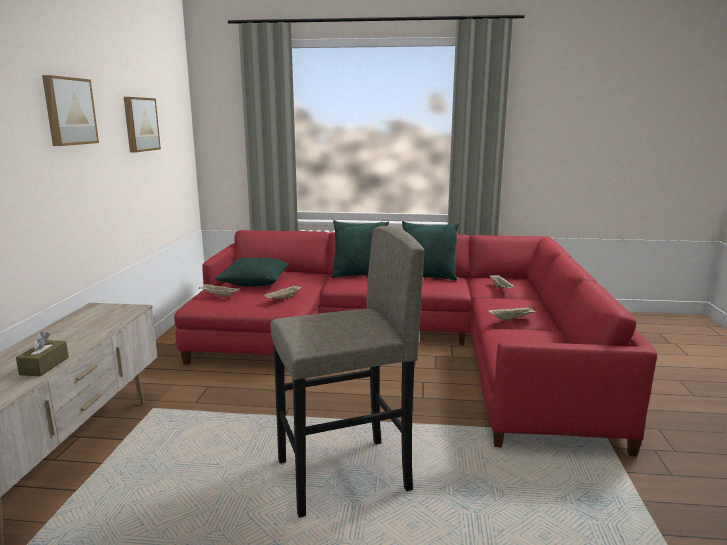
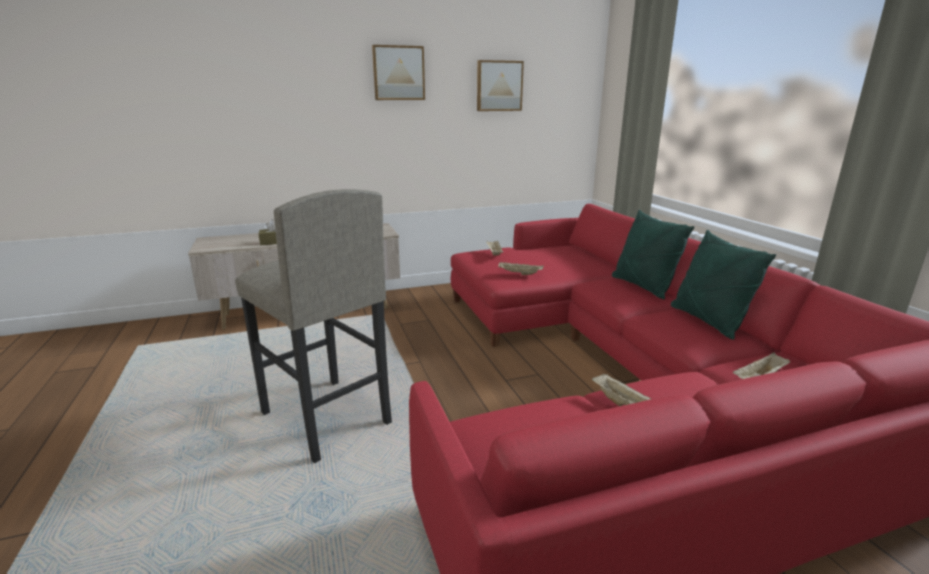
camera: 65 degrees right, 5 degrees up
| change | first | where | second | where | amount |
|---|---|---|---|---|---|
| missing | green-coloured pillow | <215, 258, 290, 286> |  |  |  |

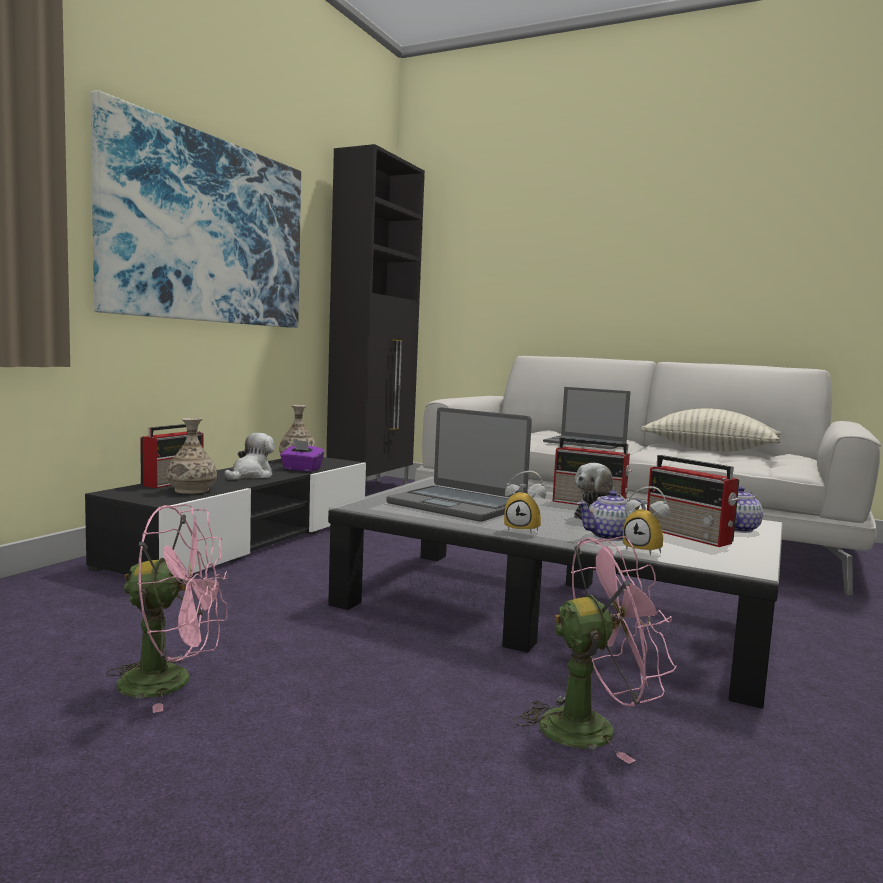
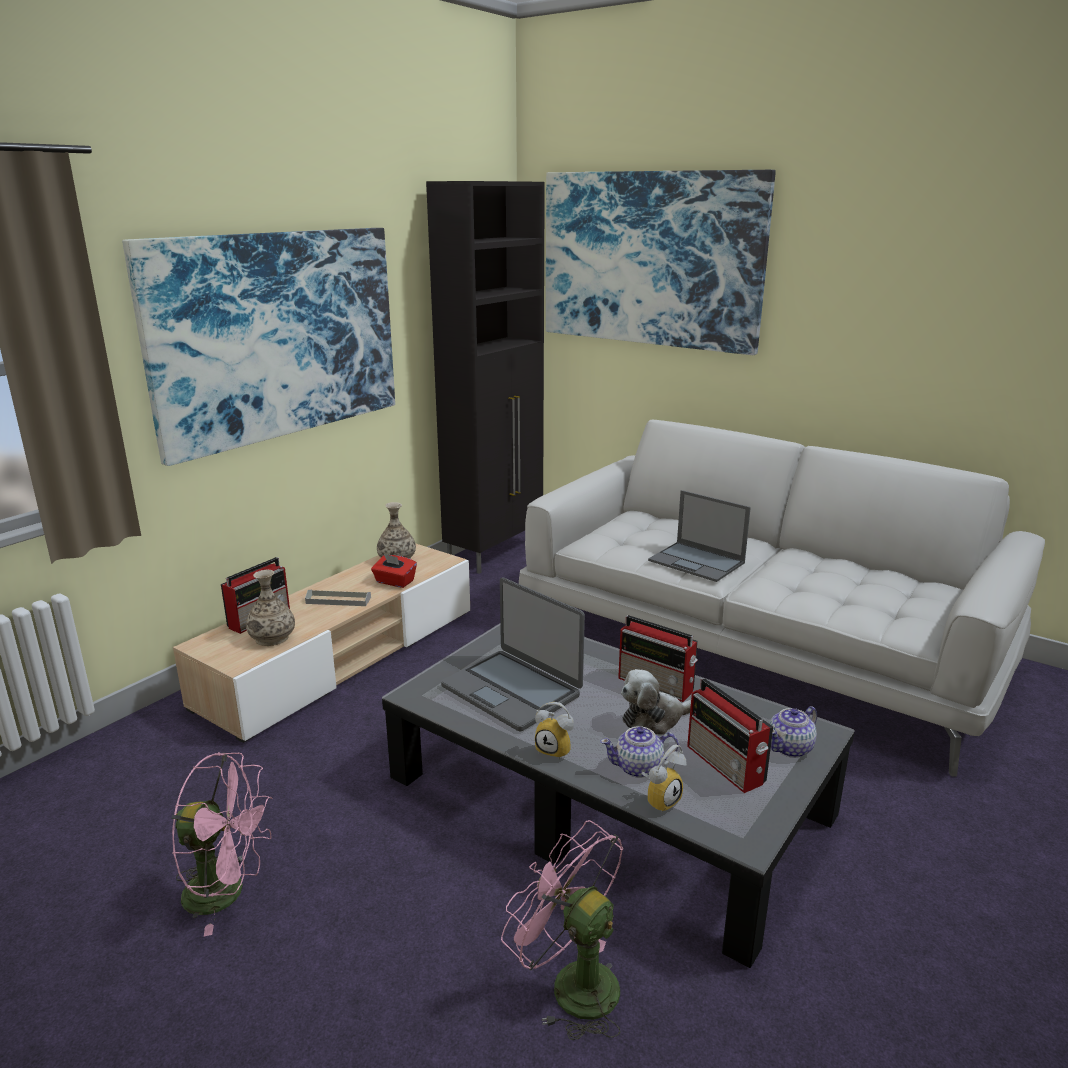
camera: 10 degrees right, 15 degrees up
| change | first | where | second | where | amount |
|---|---|---|---|---|---|
| colour | black tv unit | <85, 457, 366, 575> | sand-coloured tv unit | <173, 543, 470, 743> |  |
| exchanged | soft toy | <224, 433, 275, 480> | gray serving tray | <305, 590, 371, 606> |  |
| colour | purple tissue holder | <280, 440, 324, 472> | red-coloured tissue holder | <371, 554, 417, 588> |  |
| spun | pink cooling fan | <514, 536, 676, 764> |  | <501, 820, 623, 1040> | 135 degrees counterclockwise |
| appeared |  |  | wall art | <546, 170, 776, 355> |  |
| spun | alarm clock | <623, 486, 670, 555> |  | <641, 744, 687, 814> | 90 degrees counterclockwise |
| missing | pillow | <641, 408, 781, 452> |  |  |  |

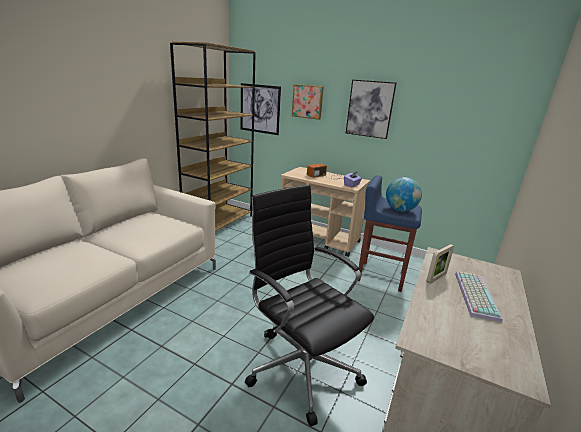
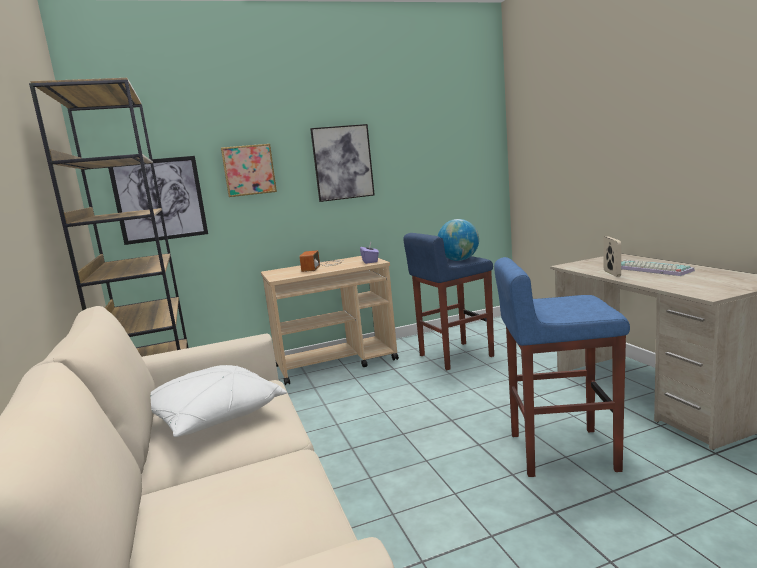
camera: 45 degrees left, 10 degrees down
| change | first | where | second | where | amount |
|---|---|---|---|---|---|
| appeared |  |  | whitish pillow | <150, 365, 287, 437> |  |
| exchanged | black desk chair | <245, 185, 374, 427> | bluish stool seat | <494, 257, 630, 477> |  |

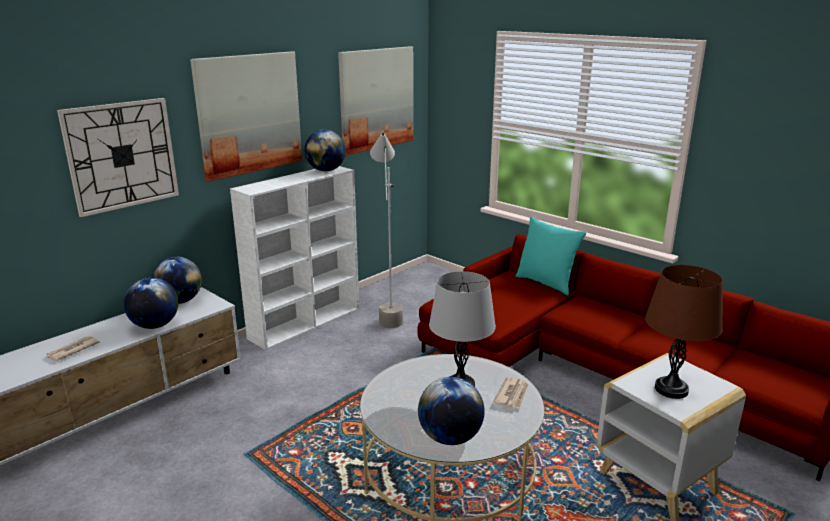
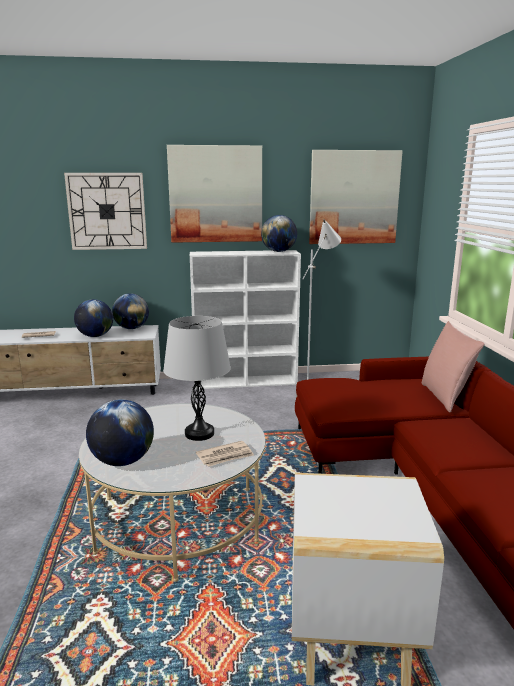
camera: 40 degrees right, 5 degrees down
| change | first | where | second | where | amount |
|---|---|---|---|---|---|
| colour | turquoise pillow | <516, 217, 586, 296> | pink pillow | <421, 321, 485, 413> |  |
| missing | brownish table lamp | <645, 265, 723, 399> |  |  |  |

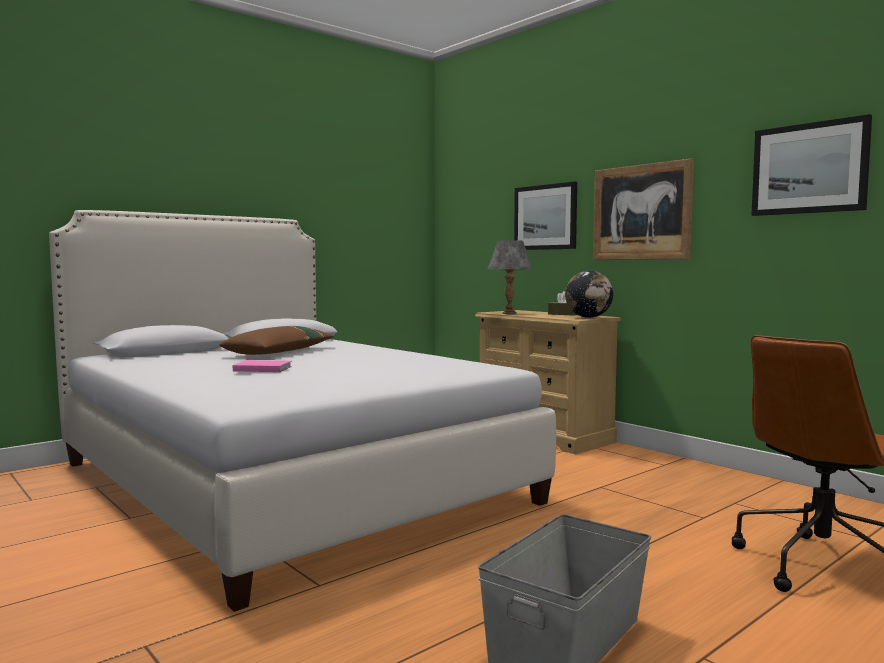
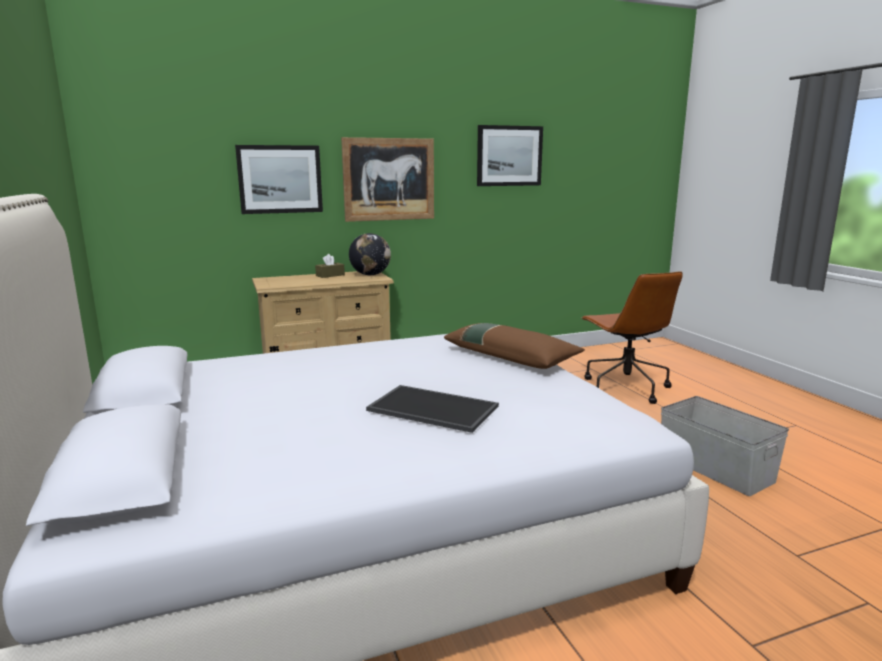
camera: 70 degrees left, 10 degrees up
| change | first | where | second | where | amount |
|---|---|---|---|---|---|
| exchanged | pink bound book | <233, 360, 292, 372> | serving tray | <366, 385, 499, 433> |  |
| relocated | brownish pillow | <219, 326, 333, 355> |  | <444, 323, 585, 369> |  |
| missing | gray table lamp | <488, 240, 532, 314> |  |  |  |

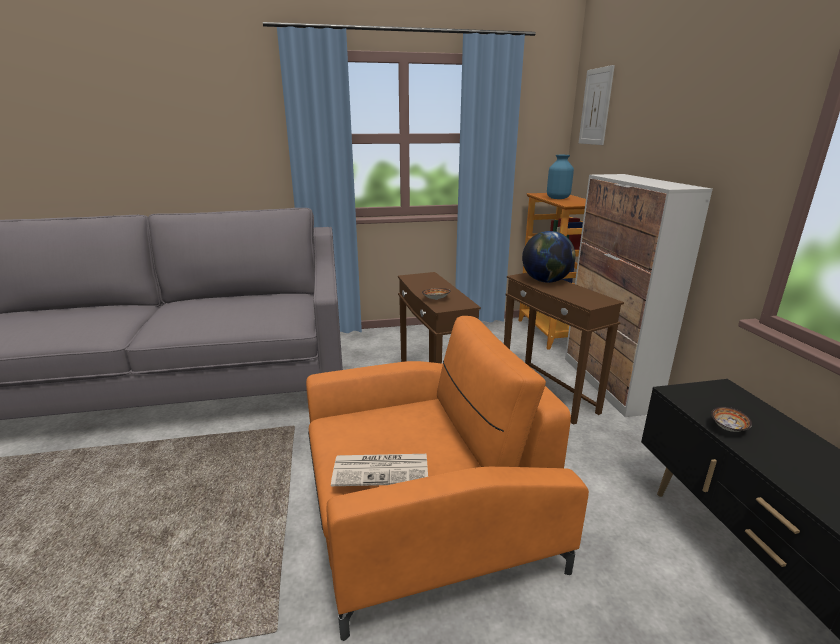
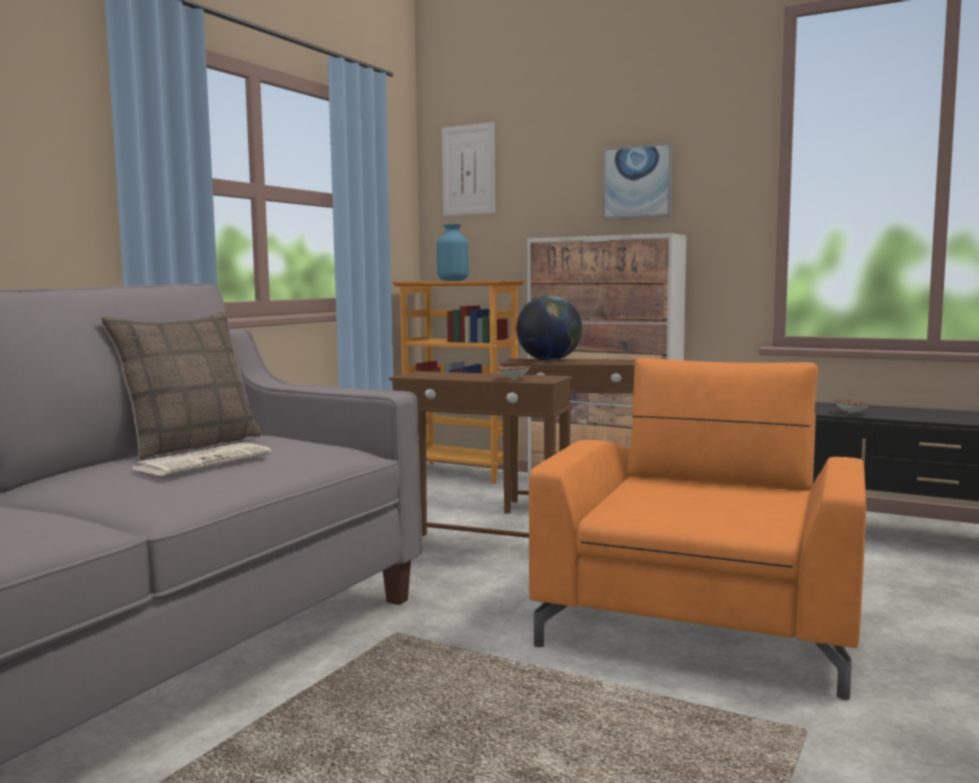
camera: 50 degrees left, 15 degrees down
| change | first | where | second | where | amount |
|---|---|---|---|---|---|
| appeared |  |  | pillow | <100, 311, 262, 461> |  |
| relocated | newspaper | <331, 454, 428, 486> |  | <131, 443, 272, 476> |  |
| appeared |  |  | wall art | <603, 143, 673, 220> |  |

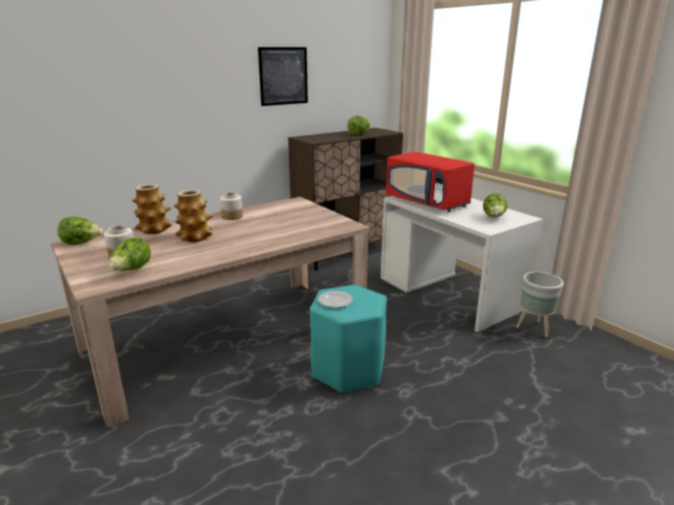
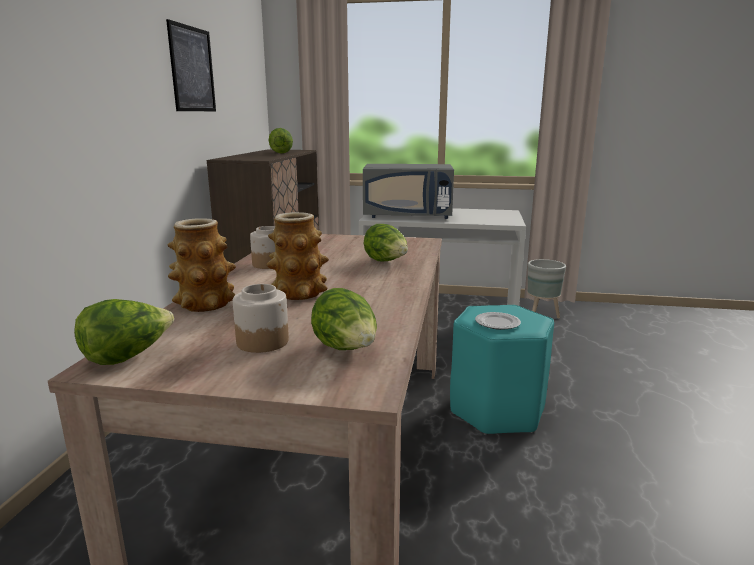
camera: 45 degrees left, 5 degrees down
| change | first | where | second | where | amount |
|---|---|---|---|---|---|
| colour | red-coloured microwave oven | <386, 152, 475, 212> | gray microwave oven | <363, 164, 454, 219> |  |
| relocated | lettuce | <483, 193, 508, 217> |  | <363, 224, 408, 261> |  |

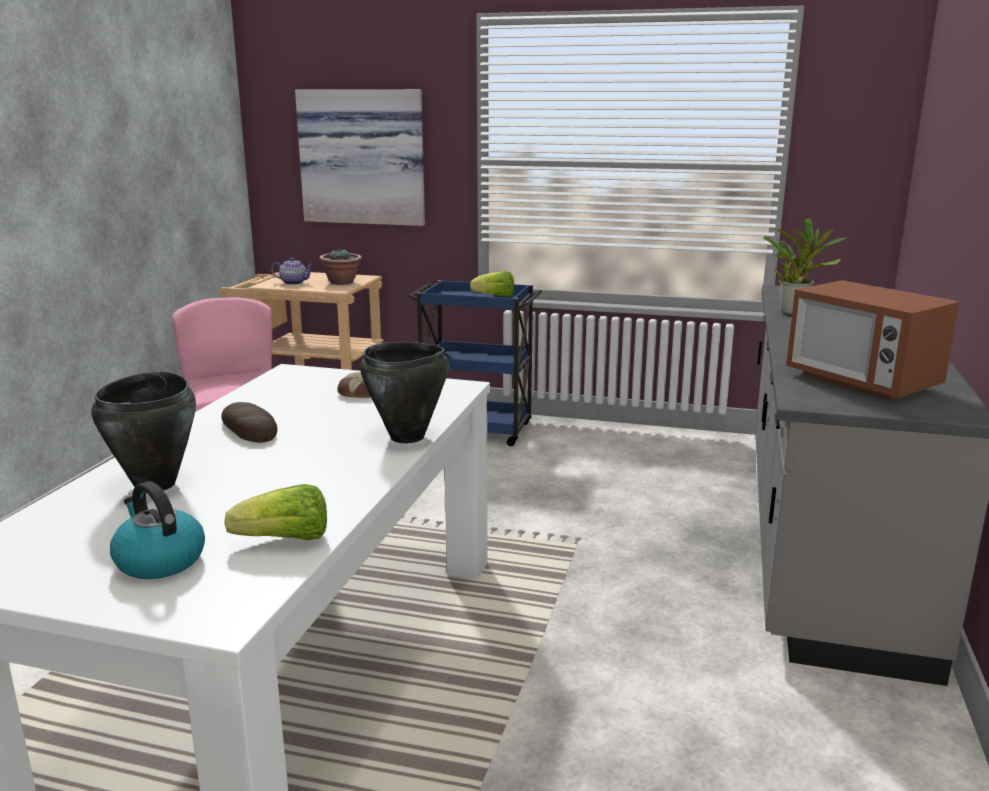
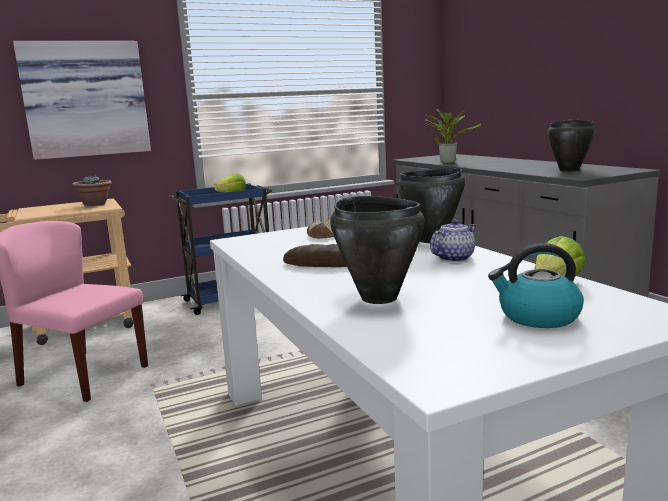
camera: 40 degrees left, 5 degrees down
| change | first | where | second | where | amount |
|---|---|---|---|---|---|
| relocated | tea pot | <271, 257, 314, 285> |  | <430, 219, 476, 262> |  |
| exchanged | microwave oven | <786, 280, 959, 400> | black saucepot | <547, 120, 596, 172> |  |

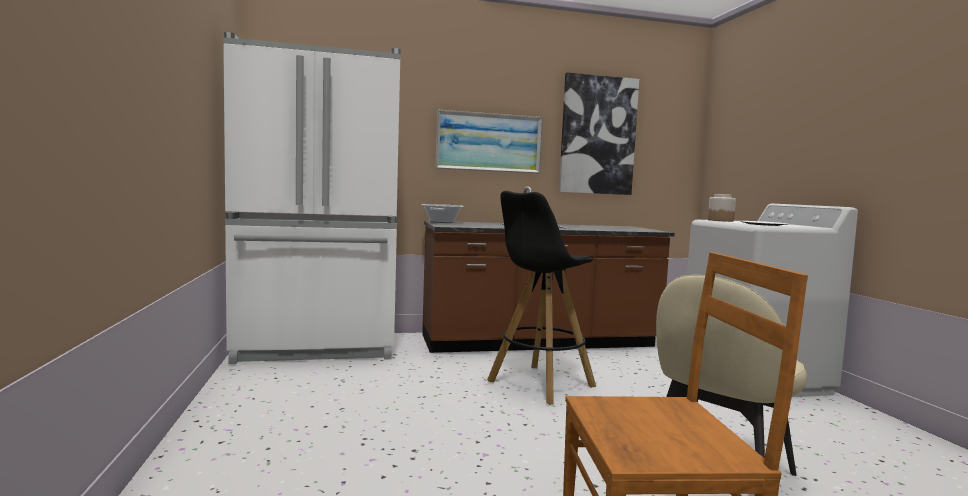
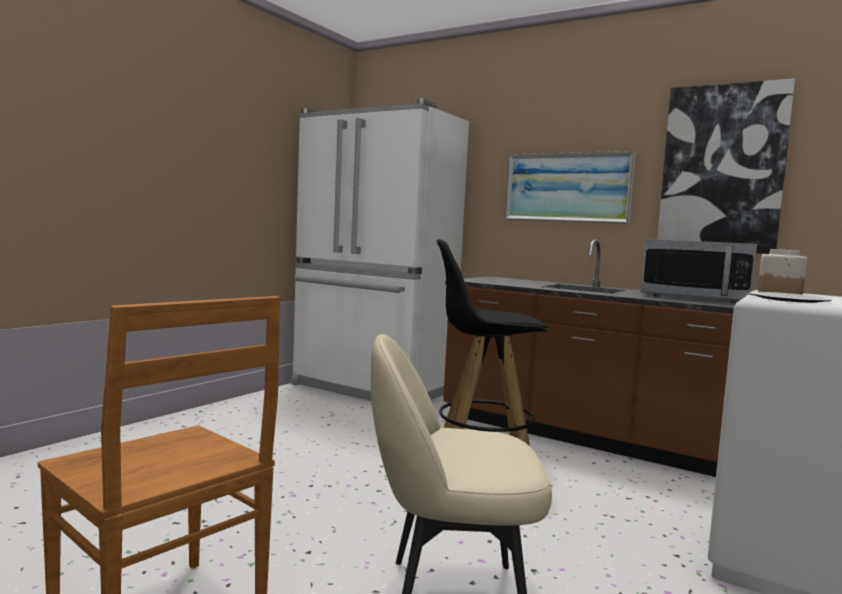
camera: 45 degrees right, 0 degrees up
| change | first | where | second | where | amount |
|---|---|---|---|---|---|
| appeared |  |  | microwave oven | <640, 239, 757, 303> |  |
| missing | saucepot | <421, 204, 464, 223> |  |  |  |

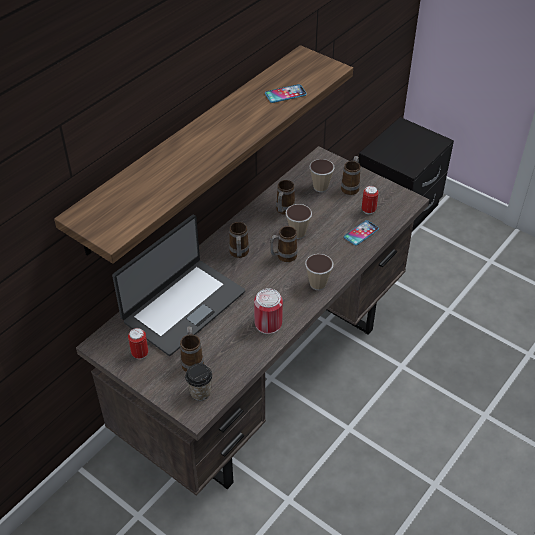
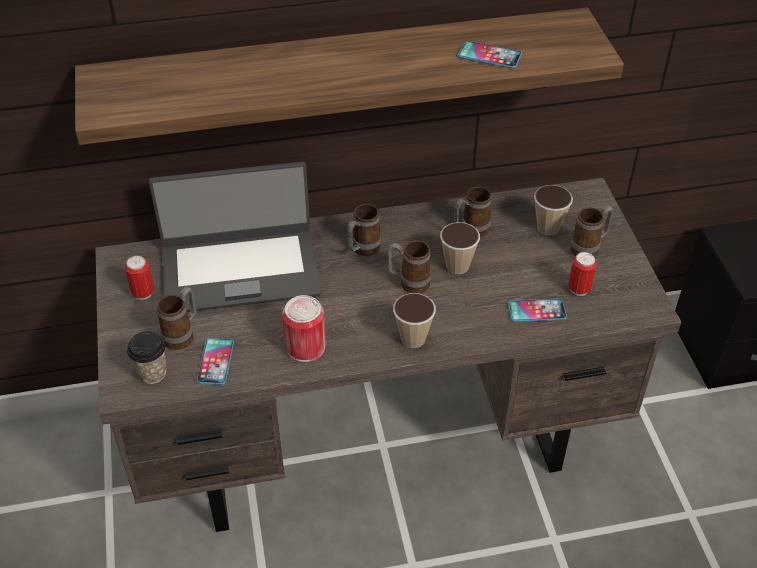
camera: 40 degrees right, 0 degrees up
| change | first | where | second | where | amount |
|---|---|---|---|---|---|
| appeared |  |  | handset | <197, 338, 234, 385> |  |

